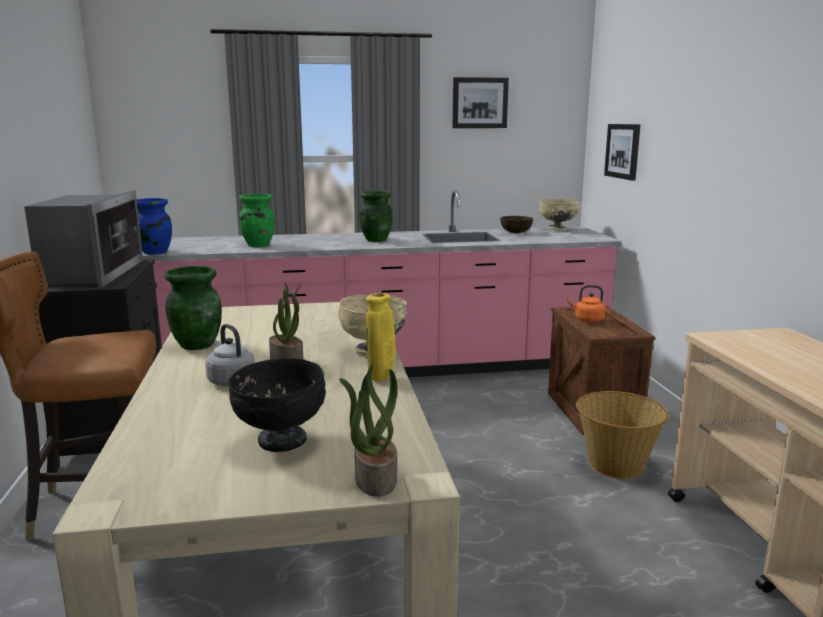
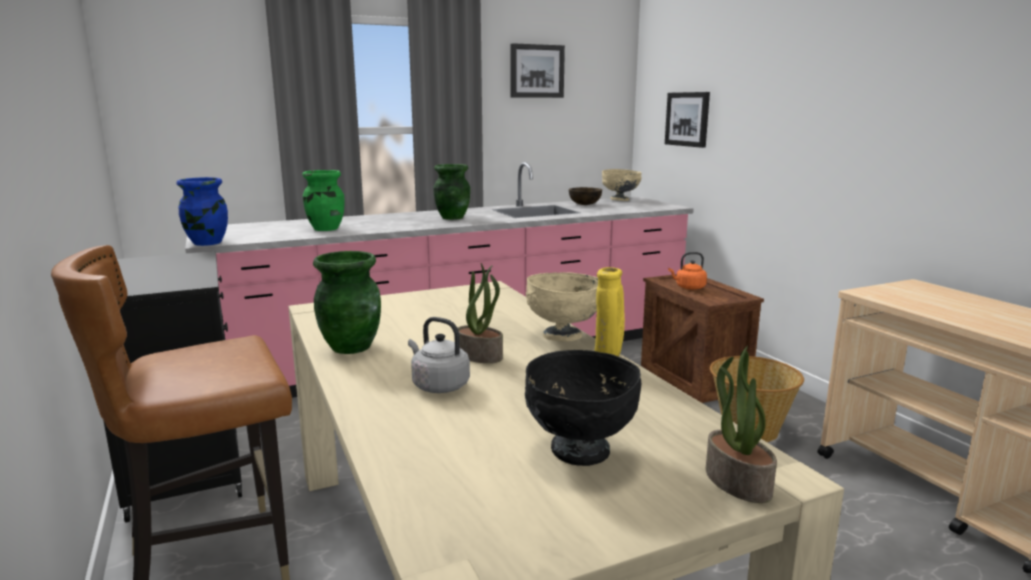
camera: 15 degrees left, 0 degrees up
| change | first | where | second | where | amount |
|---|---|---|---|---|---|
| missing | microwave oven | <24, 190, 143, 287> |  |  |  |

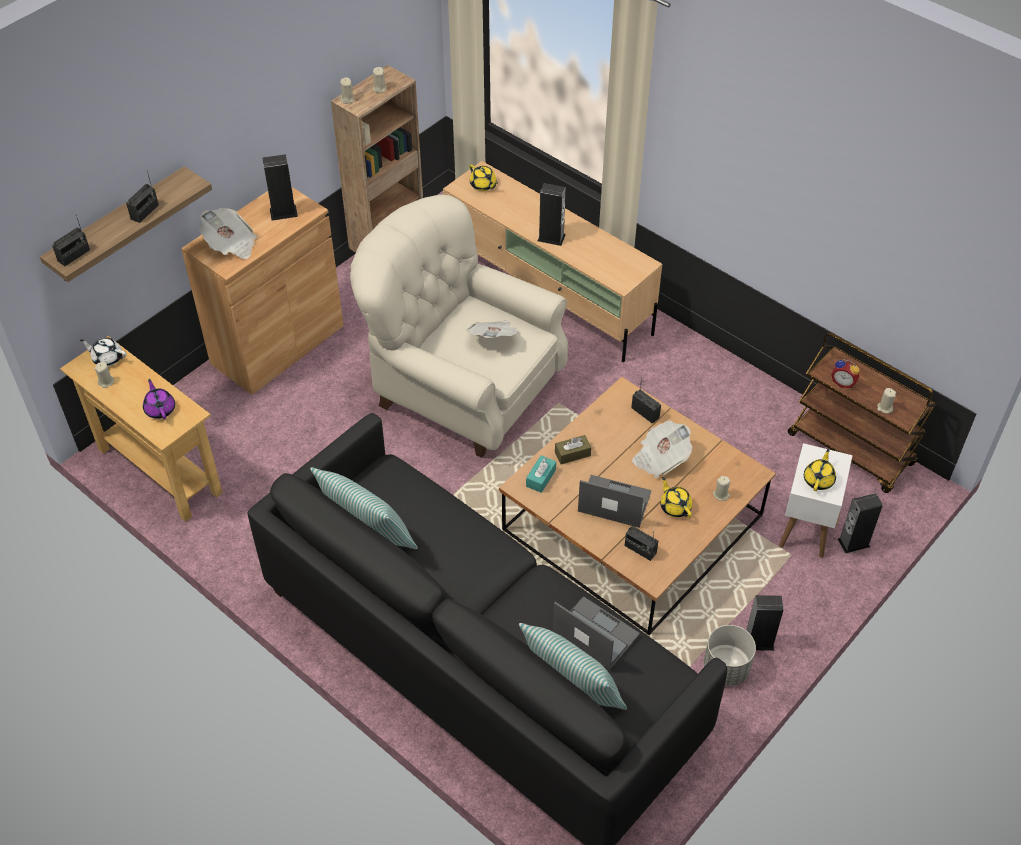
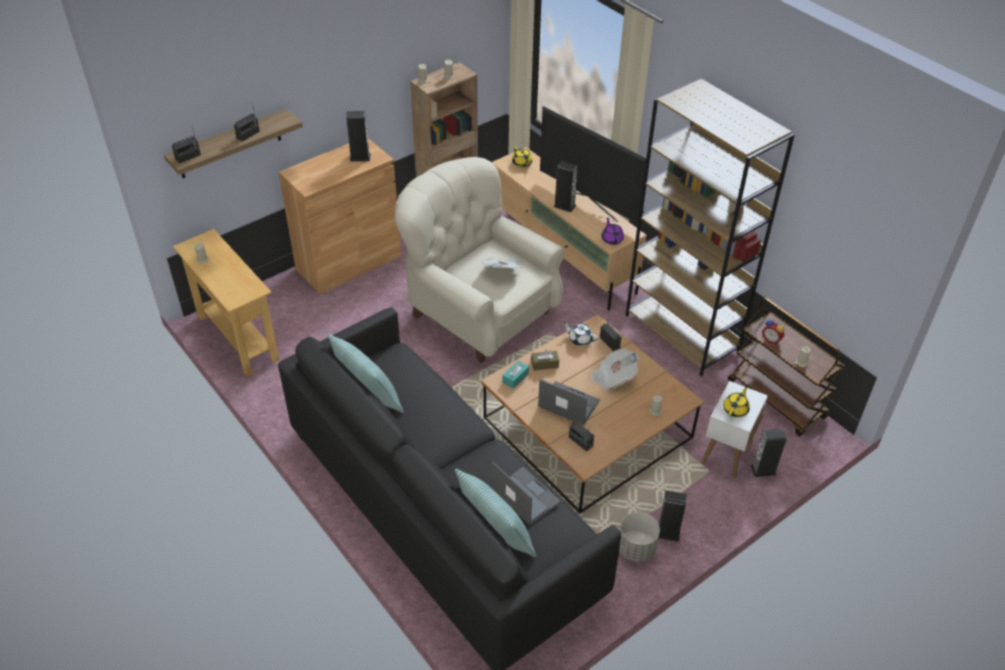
camera: 10 degrees right, 5 degrees down
| change | first | where | second | where | amount |
|---|---|---|---|---|---|
| appeared |  |  | TV | <540, 106, 646, 224> |  |
| relocated | whitish tea pot | <80, 338, 126, 366> |  | <563, 322, 598, 346> |  |
| relocated | purple tea pot | <143, 379, 175, 419> |  | <602, 217, 624, 245> |  |
| appeared |  |  | brownish bookshelf | <626, 79, 795, 377> |  |
| missing | newspaper | <199, 208, 257, 259> |  |  |  |
| missing | yellow-coloured tea pot | <660, 477, 693, 518> |  |  |  |

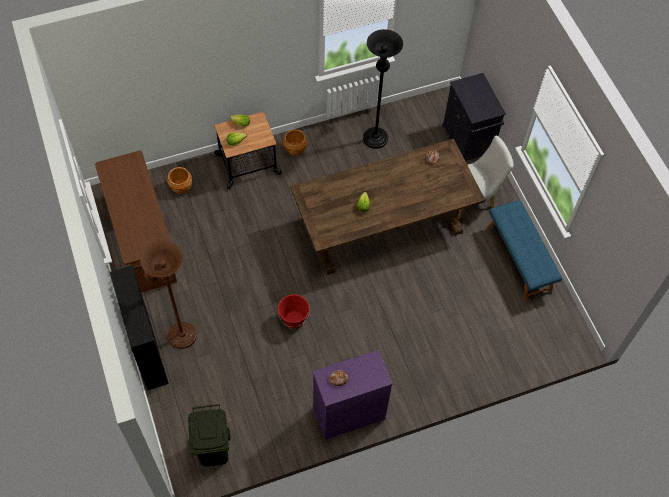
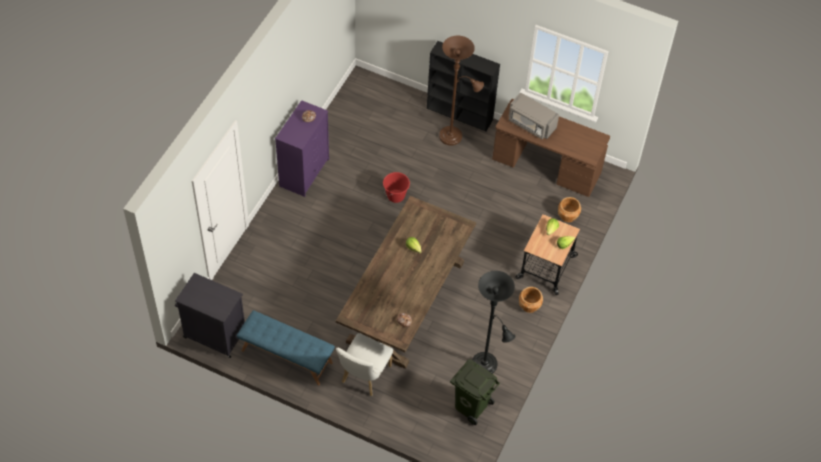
camera: 135 degrees right, 5 degrees down
| change | first | where | second | where | amount |
|---|---|---|---|---|---|
| relocated | black cabinet | <442, 73, 506, 161> |  | <175, 273, 245, 358> |  |
| relocated | green-coloured waste bin | <188, 404, 230, 467> |  | <450, 359, 500, 425> |  |
| appeared |  |  | gray microwave oven | <509, 92, 559, 139> |  |

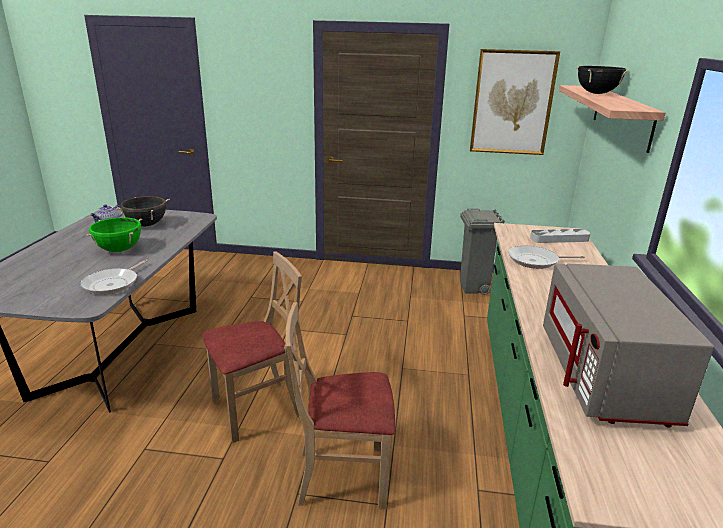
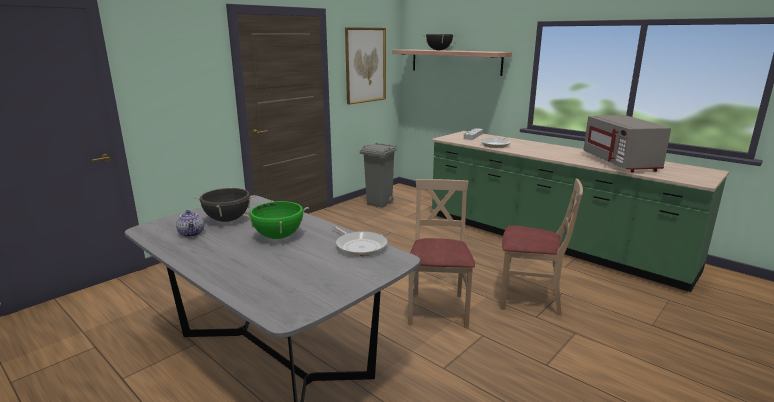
camera: 55 degrees left, 5 degrees down
| change | first | where | second | where | amount |
|---|---|---|---|---|---|
| spun | sand-coloured chair | <286, 302, 395, 510> |  | <500, 179, 583, 316> | 105 degrees counterclockwise |
| spun | gray microwave oven | <543, 264, 714, 428> |  | <583, 115, 671, 173> | 45 degrees clockwise |

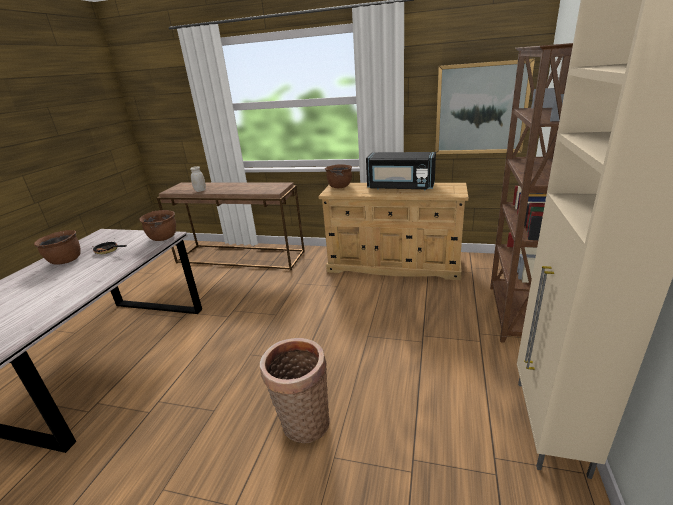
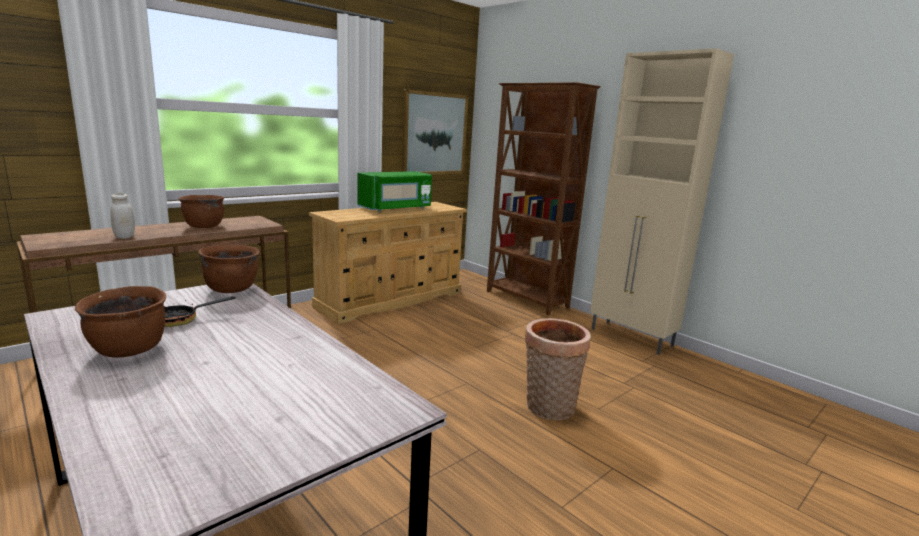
camera: 60 degrees left, 10 degrees down
| change | first | where | second | where | amount |
|---|---|---|---|---|---|
| relocated | brownish saucepot | <325, 164, 352, 188> |  | <178, 195, 224, 228> |  |
| colour | black microwave oven | <366, 152, 436, 190> | green-coloured microwave oven | <358, 171, 432, 212> |  |

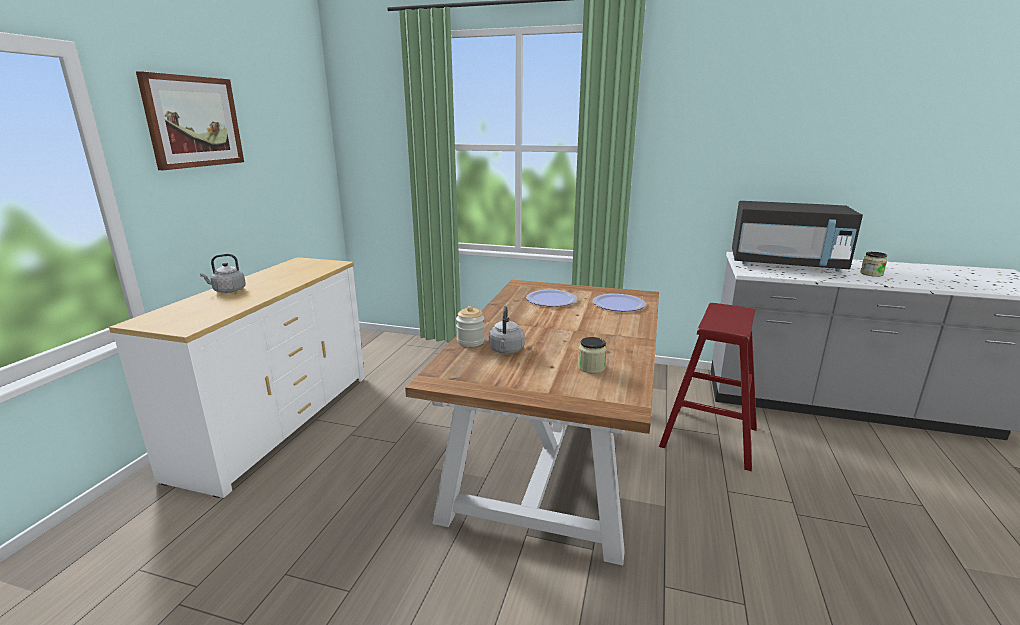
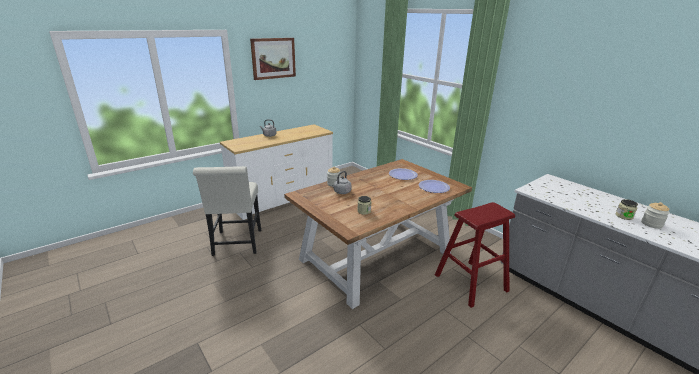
camera: 35 degrees right, 5 degrees up
| change | first | where | second | where | amount |
|---|---|---|---|---|---|
| appeared |  |  | whitish chair | <193, 166, 261, 256> |  |
| appeared |  |  | storage jar | <641, 202, 670, 229> |  |
| missing | black microwave oven | <732, 201, 863, 272> |  |  |  |

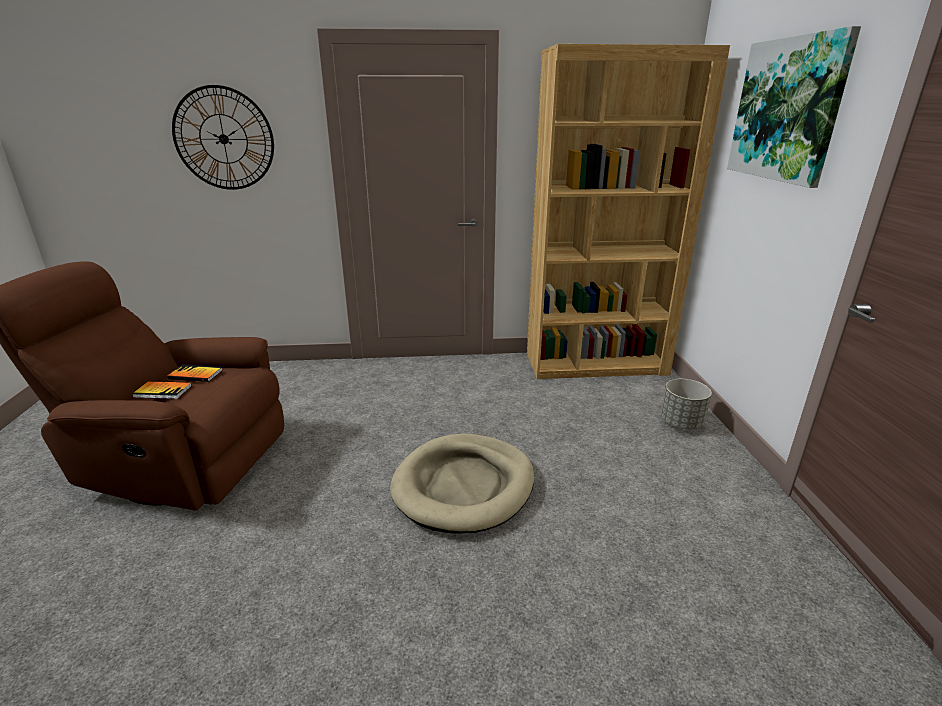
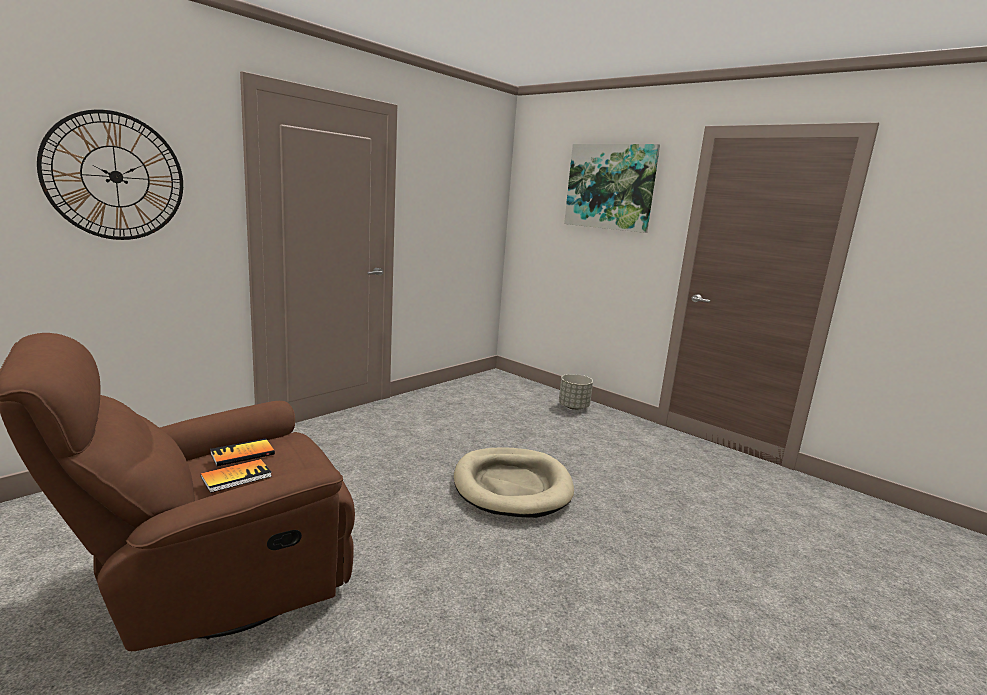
camera: 45 degrees left, 10 degrees down
| change | first | where | second | where | amount |
|---|---|---|---|---|---|
| missing | brownish bookshelf | <527, 44, 730, 379> |  |  |  |

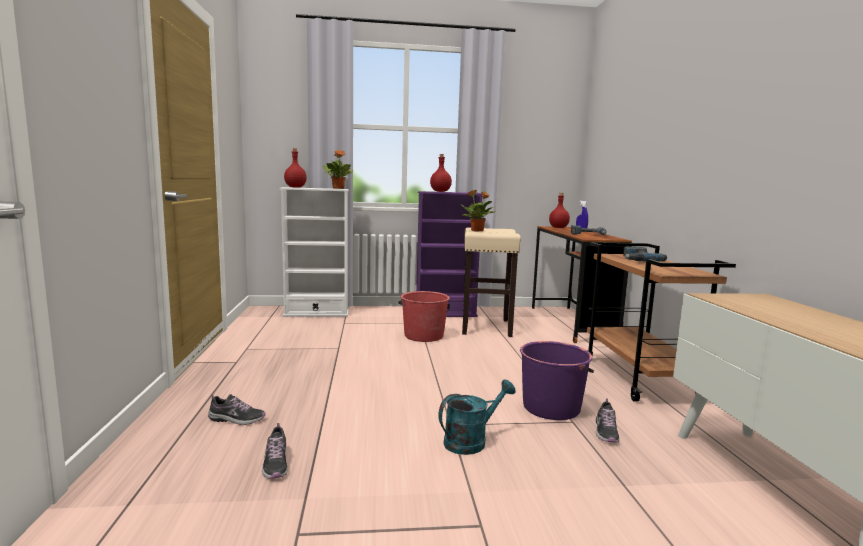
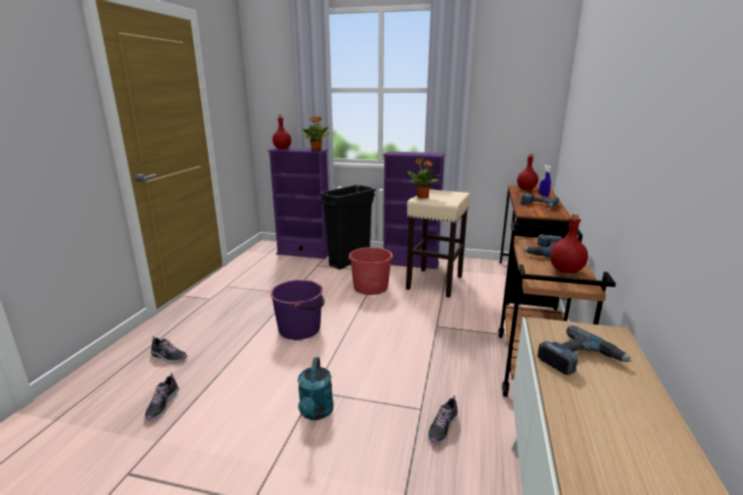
camera: 20 degrees right, 10 degrees up
| change | first | where | second | where | amount |
|---|---|---|---|---|---|
| colour | whitish bookshelf | <280, 187, 349, 317> | purple bookshelf | <268, 148, 328, 259> |  |
| relocated | purple bucket | <520, 341, 594, 420> |  | <270, 280, 325, 340> |  |
| spun | turquoise watering can | <438, 380, 516, 455> |  | <298, 357, 334, 420> | 105 degrees clockwise |
| appeared |  |  | black waste bin | <320, 185, 376, 270> |  |
| appeared |  |  | drill | <537, 325, 632, 375> |  |
| relocated | red-coloured bottle | <430, 154, 452, 192> |  | <550, 213, 588, 273> |  |

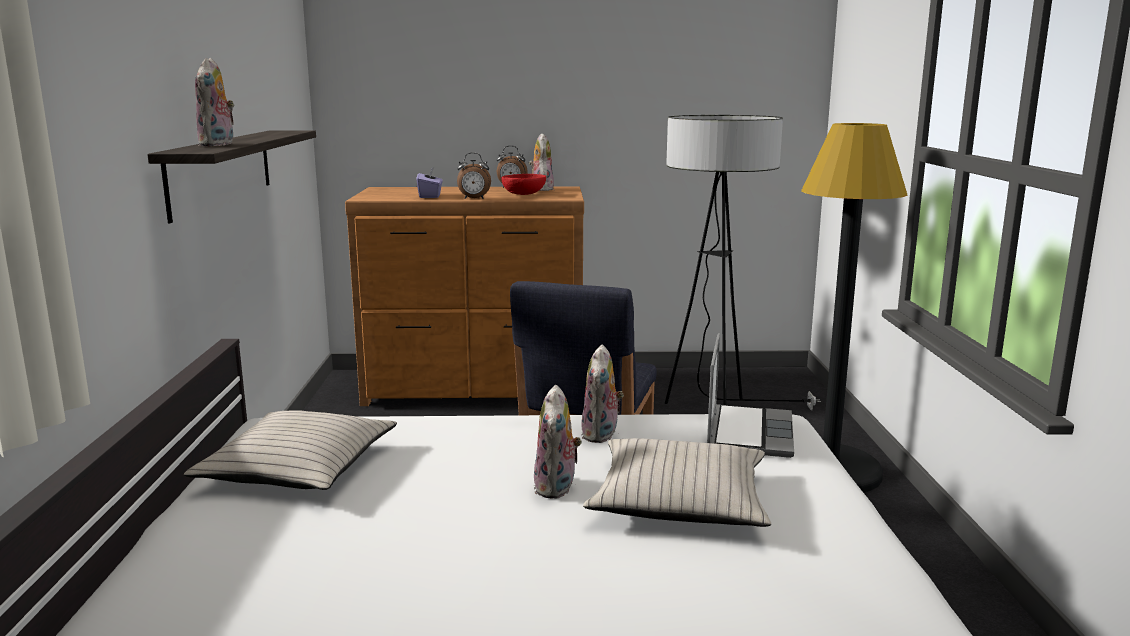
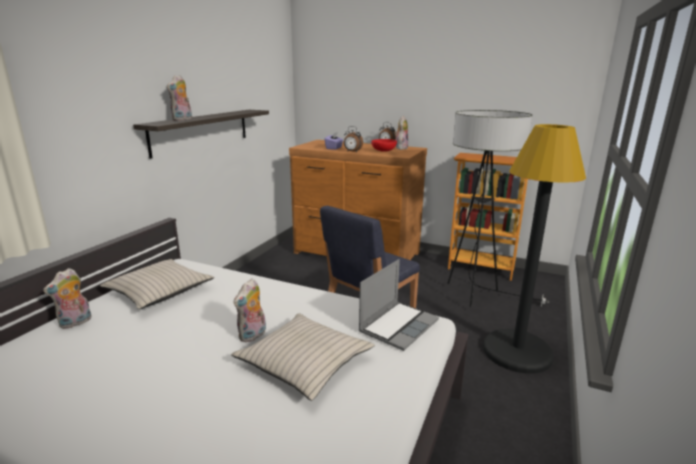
camera: 25 degrees right, 5 degrees up
| change | first | where | second | where | amount |
|---|---|---|---|---|---|
| relocated | soft toy | <581, 345, 624, 443> |  | <43, 268, 91, 329> |  |
| appeared |  |  | bookshelf | <448, 153, 528, 281> |  |

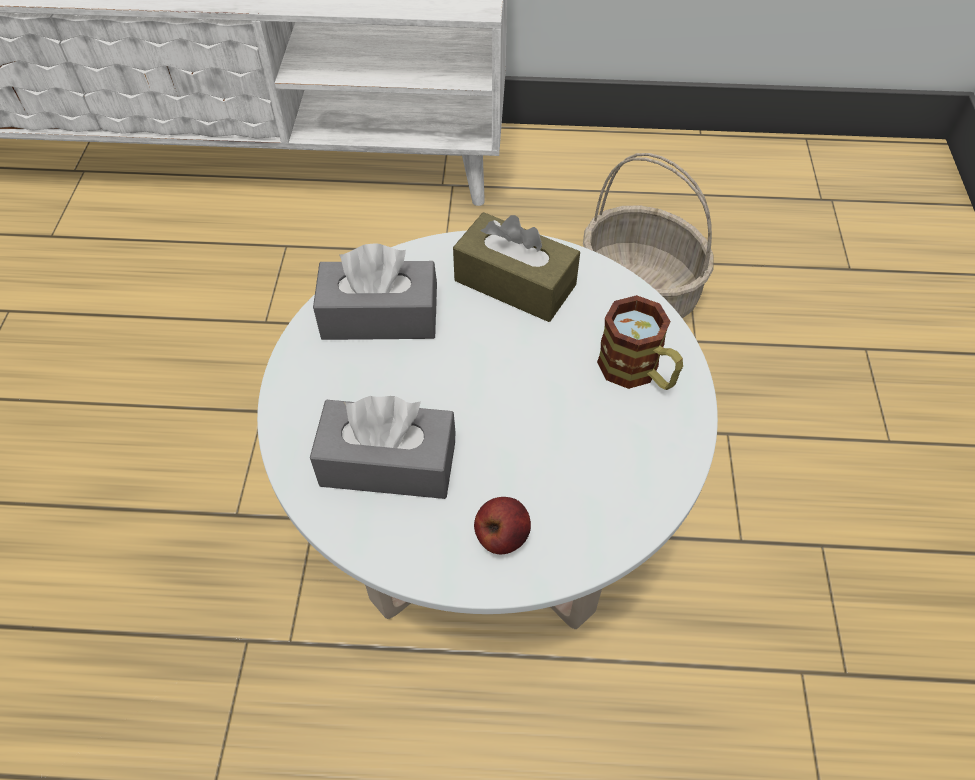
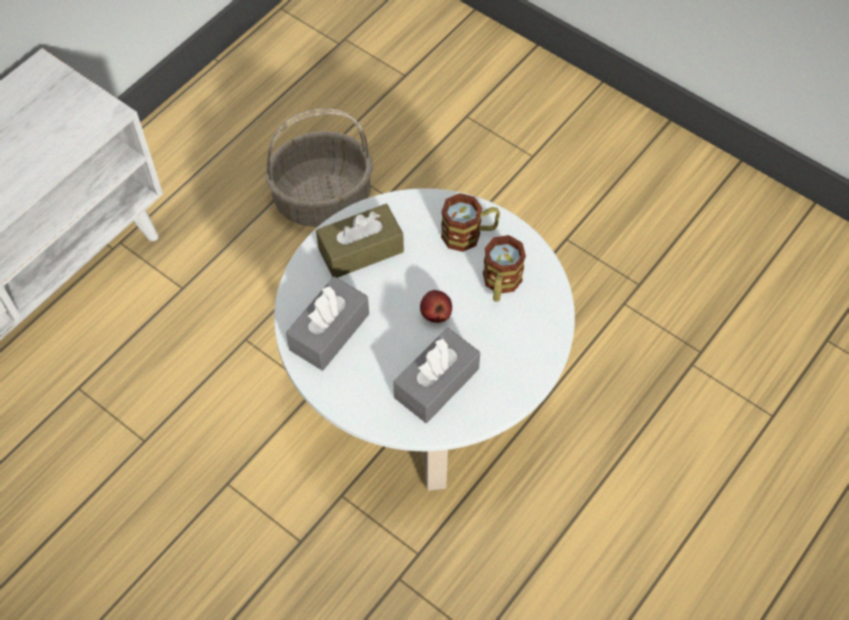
camera: 55 degrees left, 5 degrees up
| change | first | where | second | where | amount |
|---|---|---|---|---|---|
| relocated | apple fruit | <474, 497, 531, 554> |  | <420, 290, 452, 323> |  |
| appeared |  |  | coffee mug | <483, 235, 526, 302> |  |

